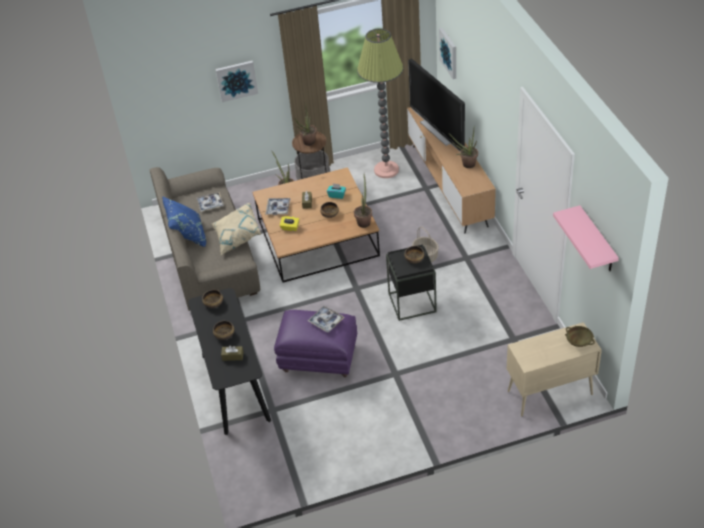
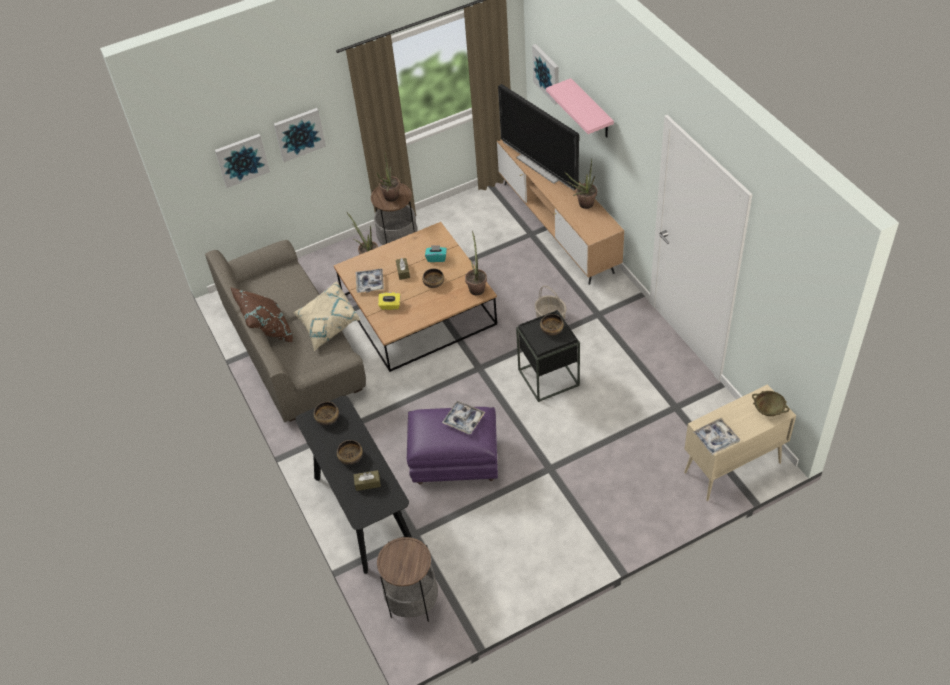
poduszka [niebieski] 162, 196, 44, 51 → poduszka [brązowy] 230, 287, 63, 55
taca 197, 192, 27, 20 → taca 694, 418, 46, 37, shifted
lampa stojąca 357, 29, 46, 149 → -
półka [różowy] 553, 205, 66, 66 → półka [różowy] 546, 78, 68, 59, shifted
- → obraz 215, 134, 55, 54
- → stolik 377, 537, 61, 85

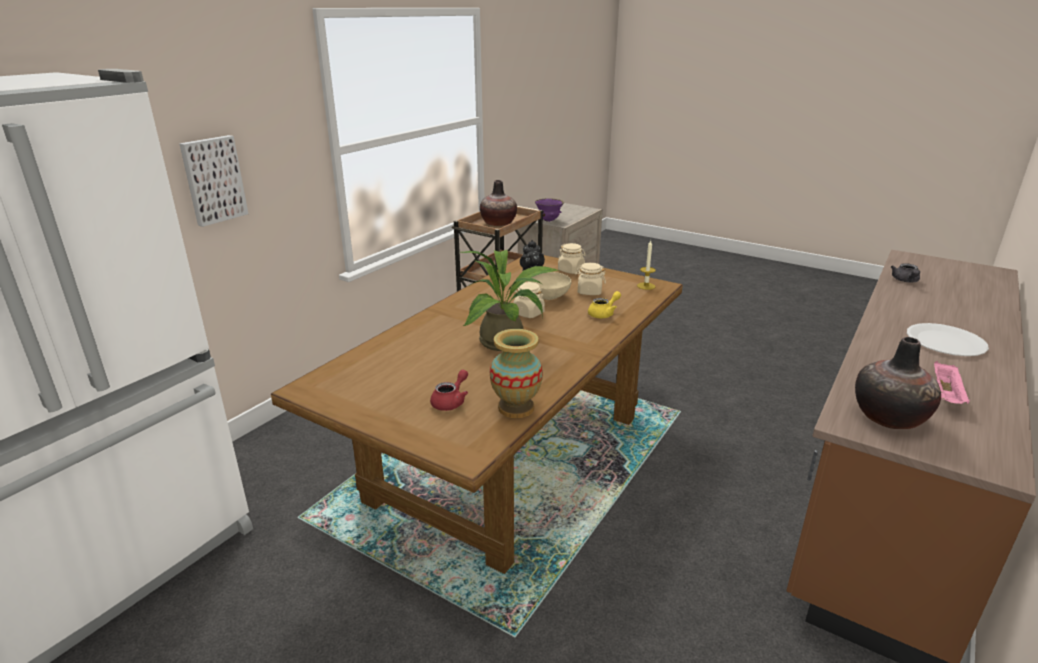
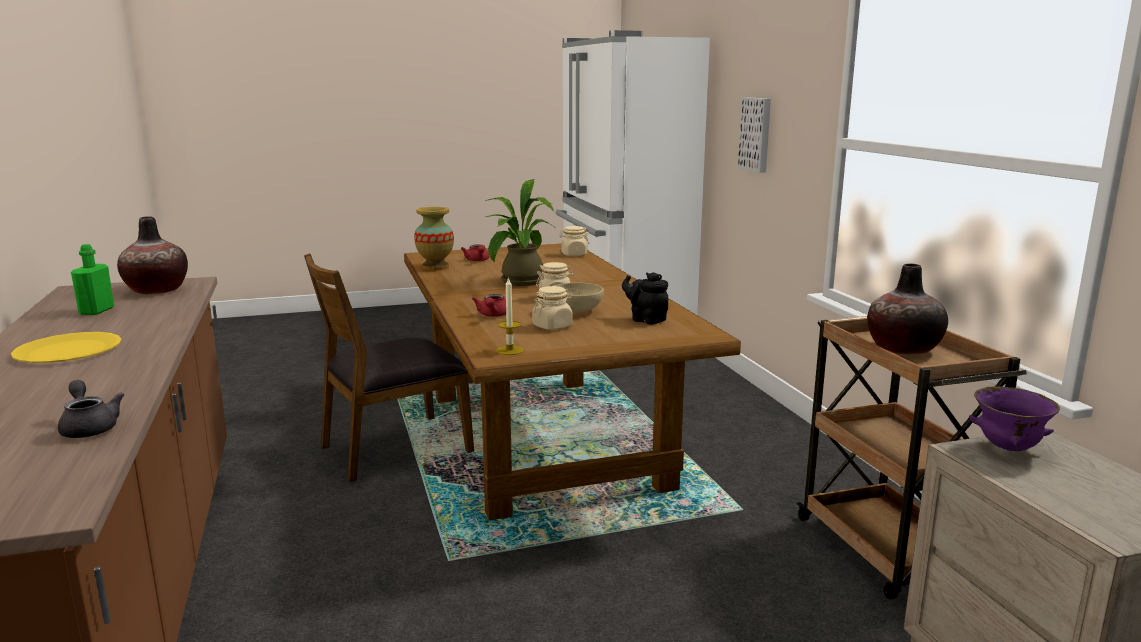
słoik [beżowy] 558, 243, 28, 31 → słoik [beżowy] 559, 226, 30, 30, shifted
imbryk [żółty] 588, 291, 33, 27 → imbryk [czerwony] 472, 294, 34, 23
talerz [biały] 907, 323, 82, 33 → talerz [żółty] 11, 332, 110, 31
taca [różowy] 934, 361, 36, 43 → butelka [zielony] 71, 244, 43, 71
- → krzesło [brązowy] 304, 254, 170, 228

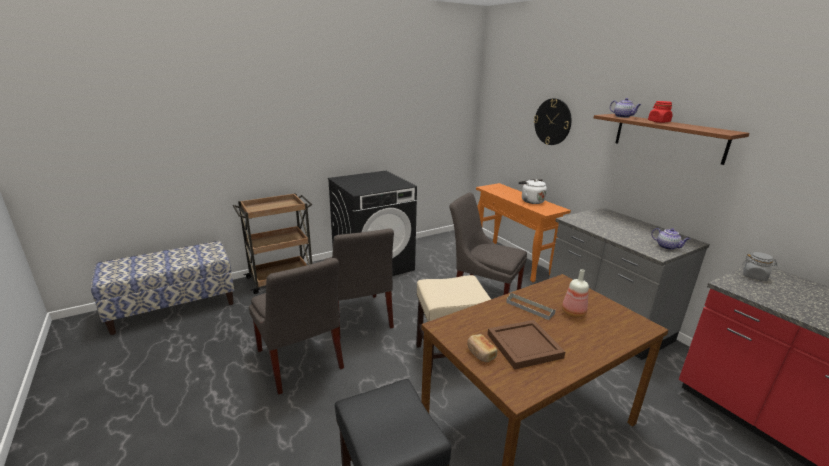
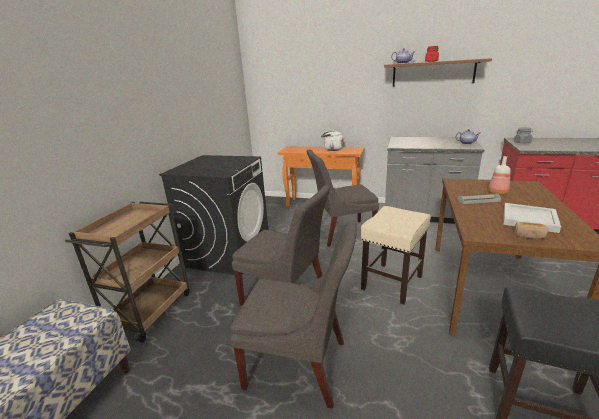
taca [brązowy] 488, 320, 77, 50 → taca [biały] 503, 203, 58, 30
zegar ścienny 534, 98, 37, 47 → -

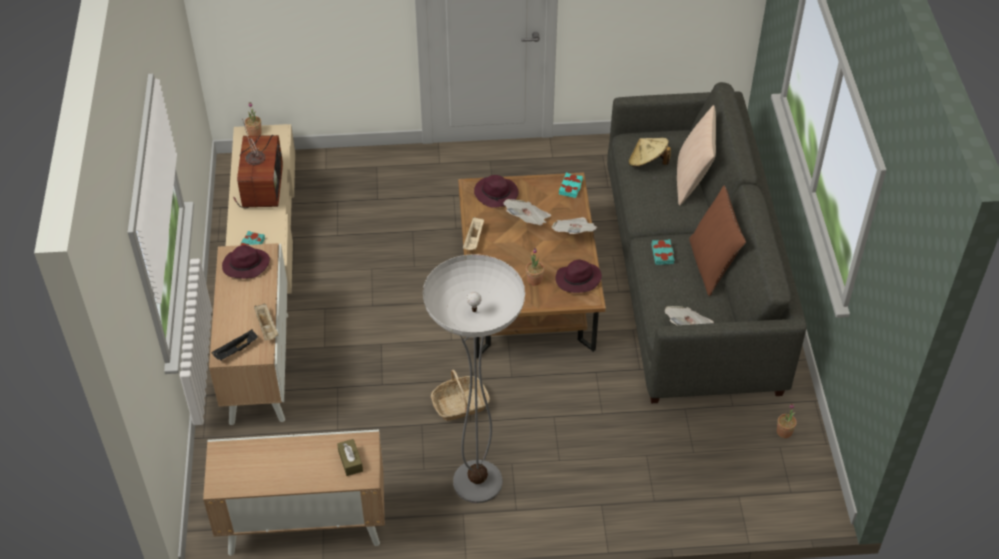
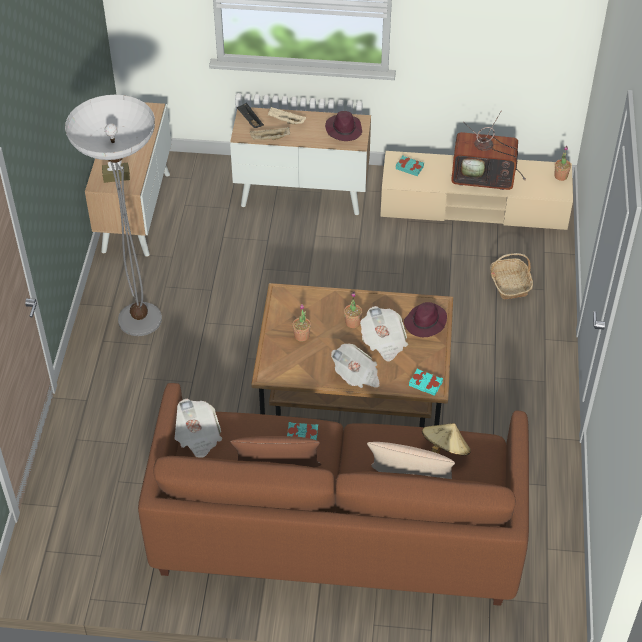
koszyk 431, 369, 59, 52 → koszyk 490, 253, 43, 47, shifted
taca [beżowy] 463, 217, 21, 33 → taca [beżowy] 268, 107, 38, 17, shifted
kapelusz [fioletowy] 555, 260, 47, 33 → -
kanapa [szary] 607, 82, 200, 321 → kanapa [brązowy] 138, 383, 391, 223
roślina doniczkowa 777, 404, 20, 34 → roślina doniczkowa 344, 292, 18, 36, shifted

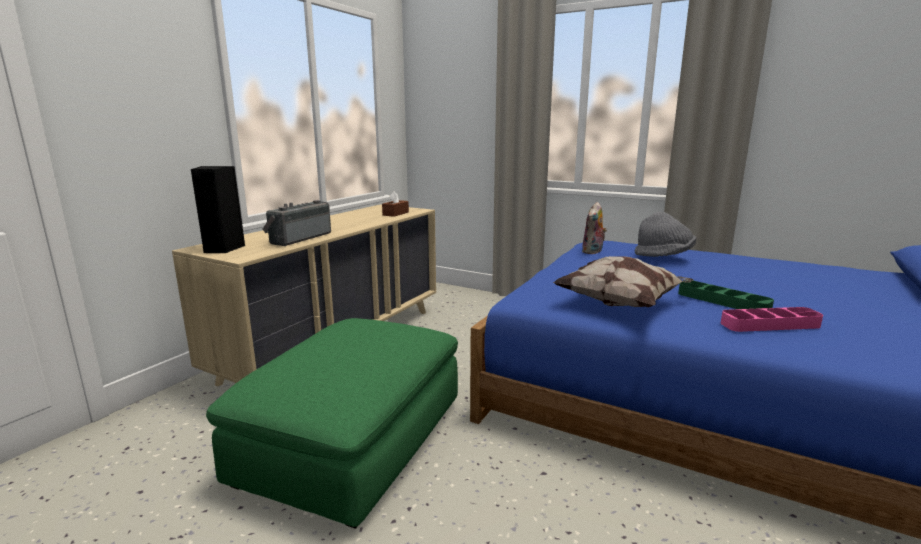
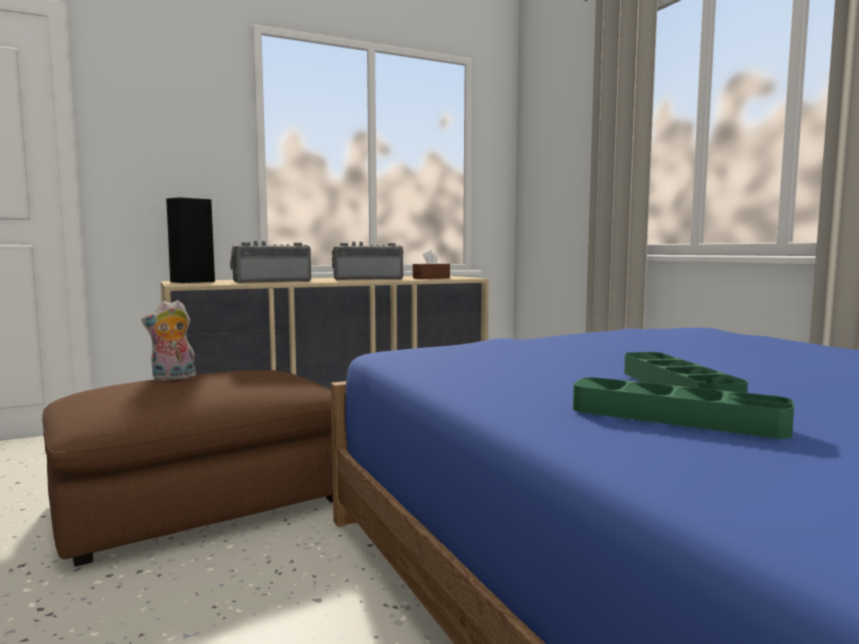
pufa [zielony] 206, 318, 252, 211 → pufa [brązowy] 42, 370, 291, 196
poduszka 553, 256, 140, 51 → -
pluszak 582, 202, 25, 52 → pluszak 141, 300, 55, 81, shifted
kapelusz [szary] 635, 212, 61, 45 → -
taca [różowy] 721, 307, 102, 25 → taca [zielony] 573, 377, 221, 62
- → radio 332, 242, 72, 38

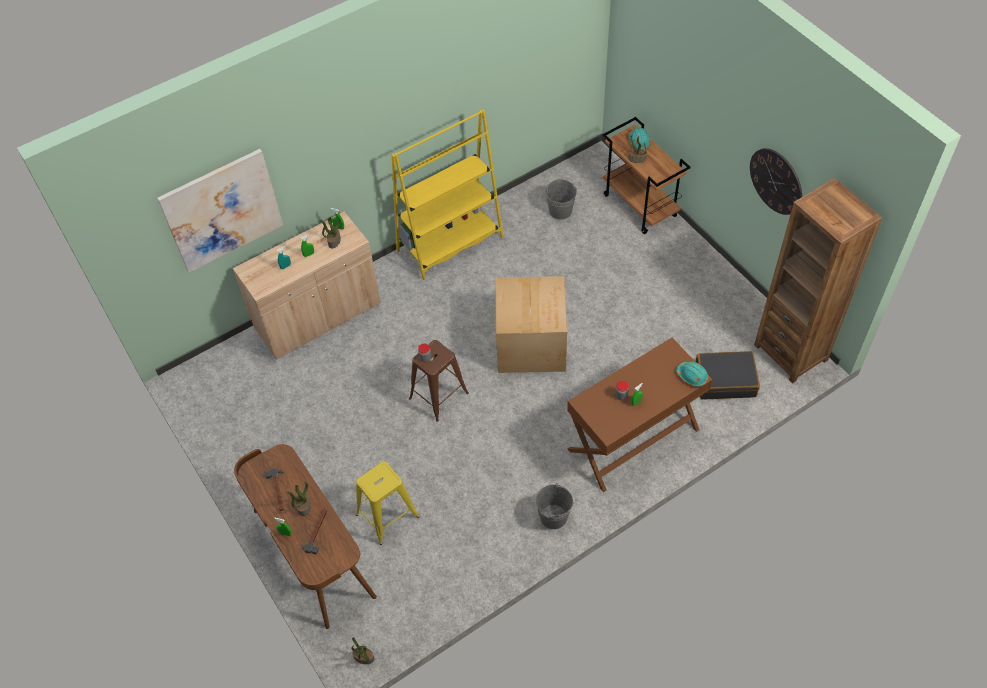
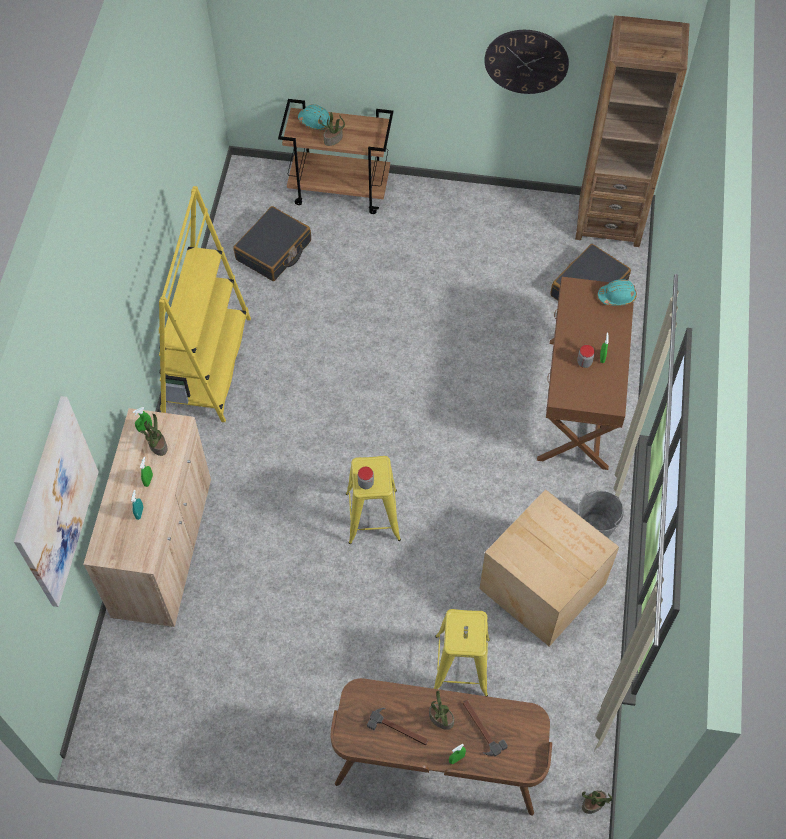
stołek [brązowy] 409, 340, 60, 82 → stołek [żółty] 346, 456, 55, 88
karton 496, 276, 71, 97 → karton 480, 489, 139, 157, shifted
wiadro [szary] 545, 179, 32, 40 → walizka [czarny] 233, 206, 78, 75

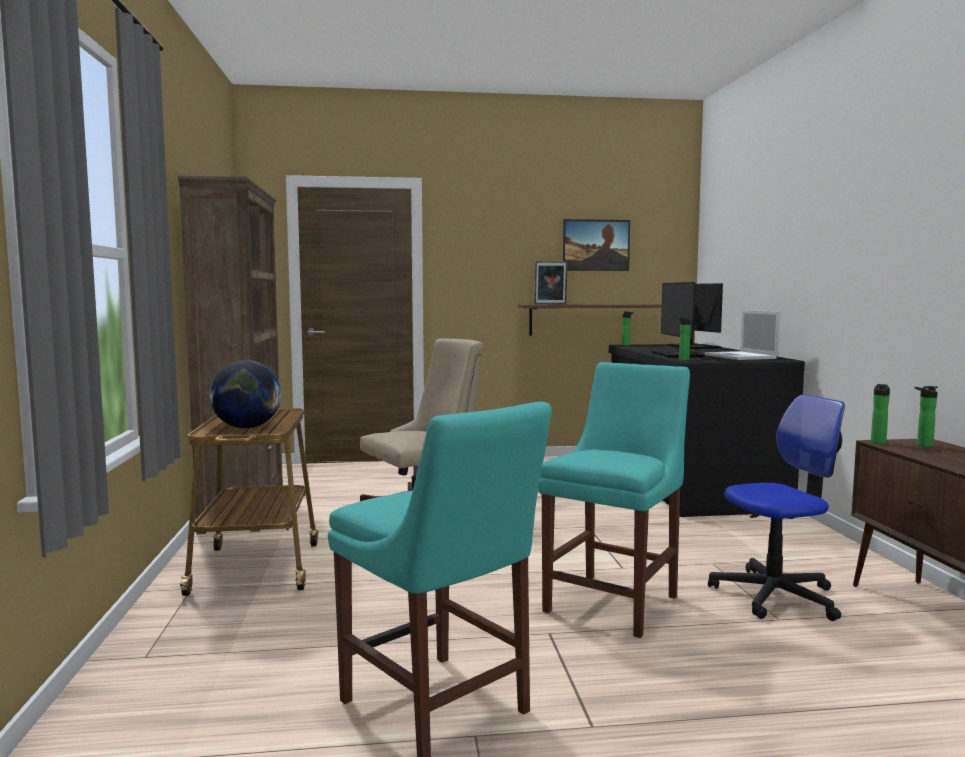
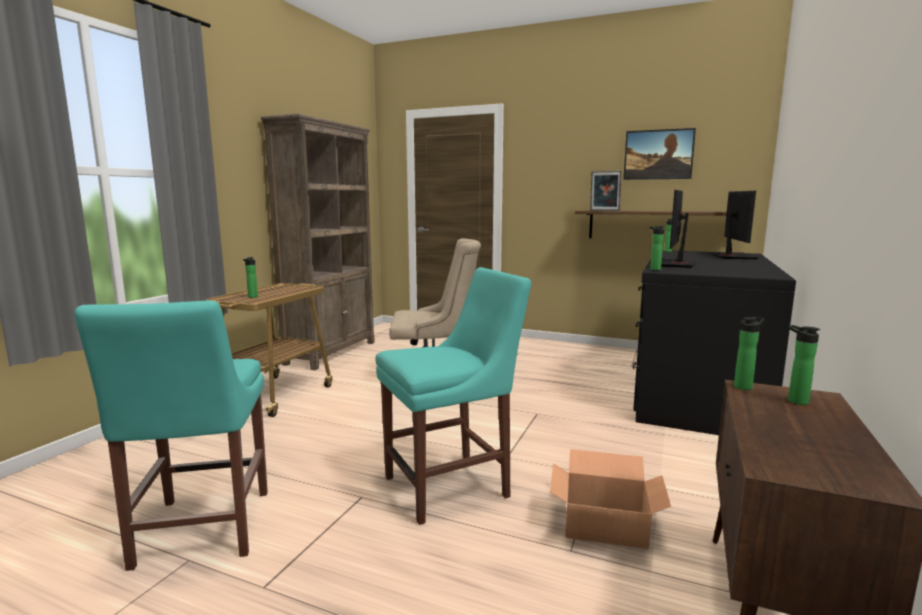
globus 209, 360, 72, 68 → butelka 243, 257, 15, 41
laptop 704, 310, 77, 50 → -
krzesło biurowe 708, 394, 137, 227 → karton 550, 449, 121, 100

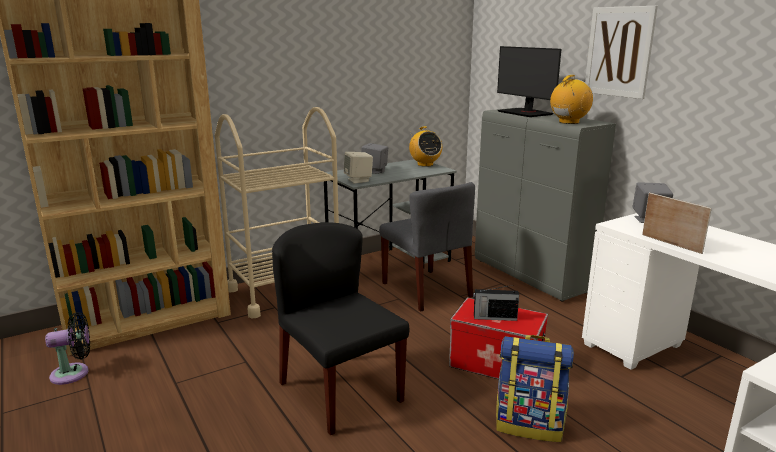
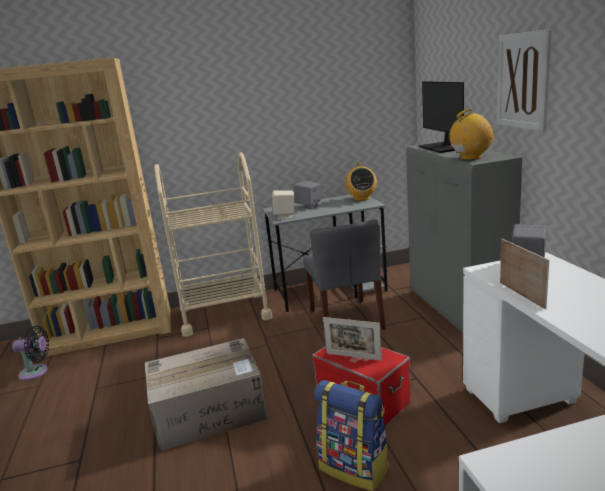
krzesło [czarny] 272, 222, 137, 213 → karton 145, 338, 123, 113
radio 473, 285, 46, 36 → ramka na zdjęcie 323, 317, 59, 44

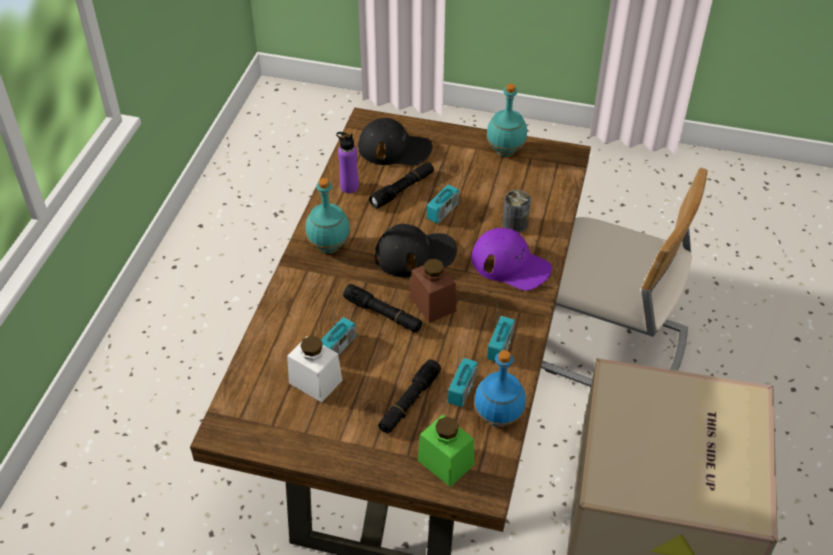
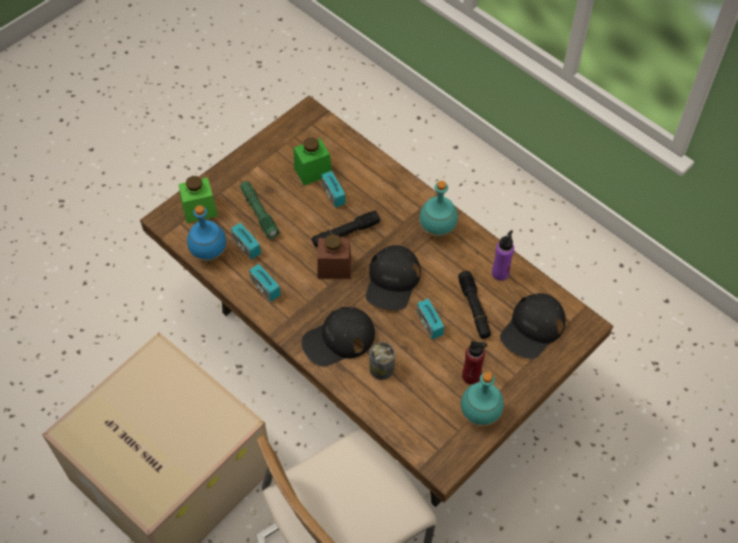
słoik [biały] 287, 336, 55, 66 → słoik [zielony] 294, 137, 38, 48
latarka [czarny] 378, 359, 63, 75 → latarka [zielony] 240, 181, 39, 58
czapka z daszkiem [fioletowy] 472, 228, 80, 63 → czapka z daszkiem [czarny] 301, 307, 74, 60
- → butelka [czerwony] 462, 341, 25, 44

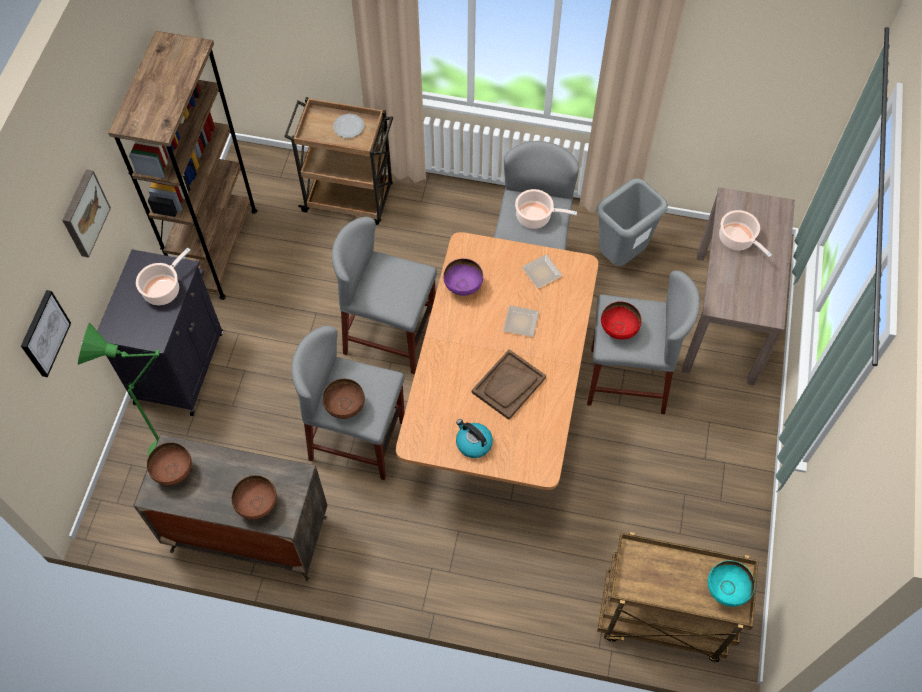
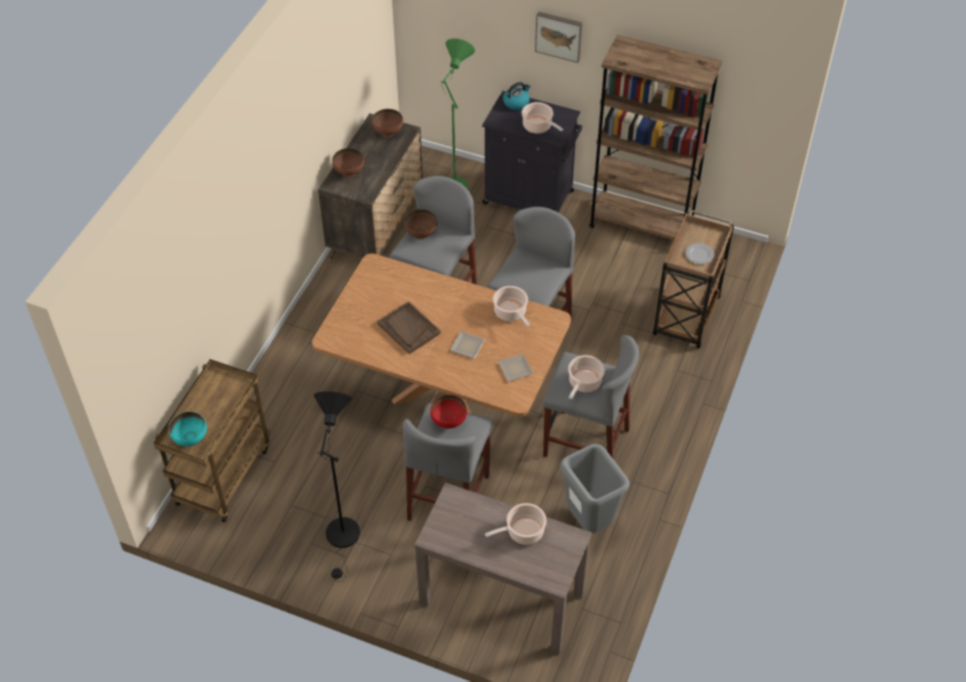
obraz 21, 290, 50, 87 → -
miska [fioletowy] 443, 258, 40, 38 → garnek 493, 286, 37, 41
czajnik 456, 419, 37, 39 → czajnik 503, 82, 28, 28, shifted
- → lampa stojąca [czarny] 314, 391, 46, 191

